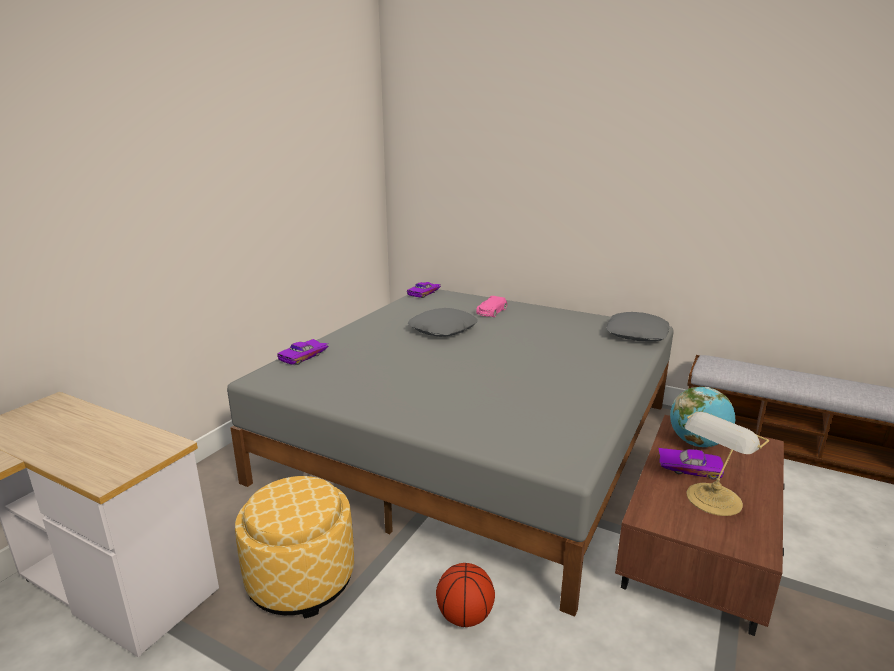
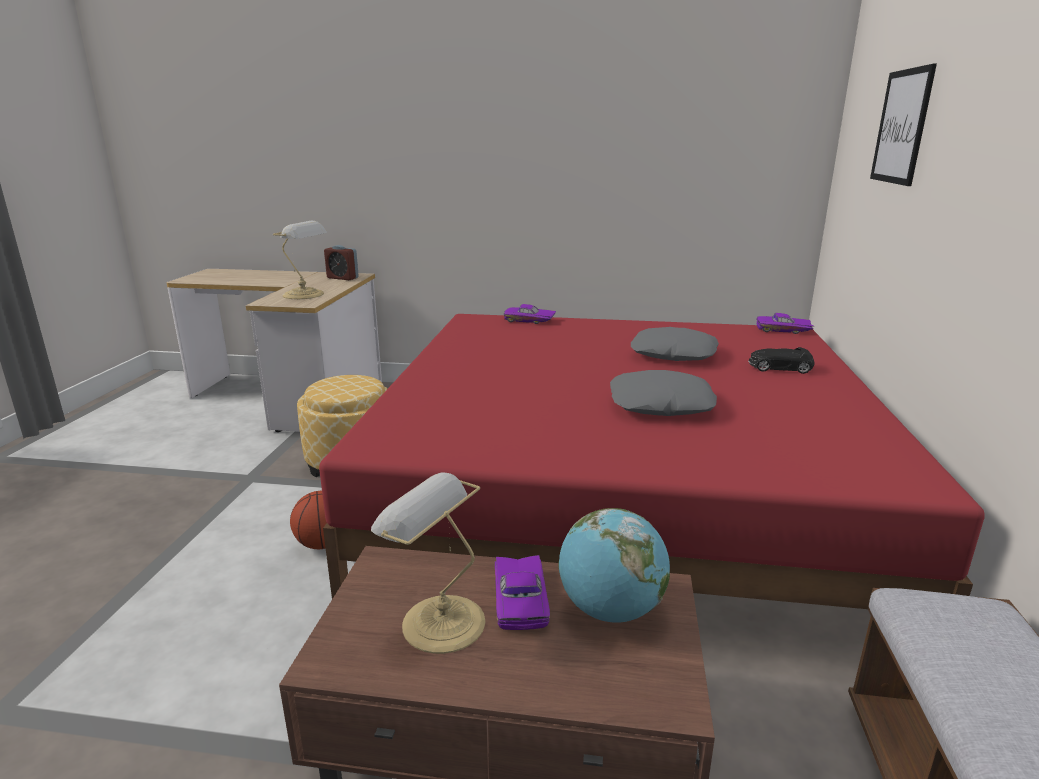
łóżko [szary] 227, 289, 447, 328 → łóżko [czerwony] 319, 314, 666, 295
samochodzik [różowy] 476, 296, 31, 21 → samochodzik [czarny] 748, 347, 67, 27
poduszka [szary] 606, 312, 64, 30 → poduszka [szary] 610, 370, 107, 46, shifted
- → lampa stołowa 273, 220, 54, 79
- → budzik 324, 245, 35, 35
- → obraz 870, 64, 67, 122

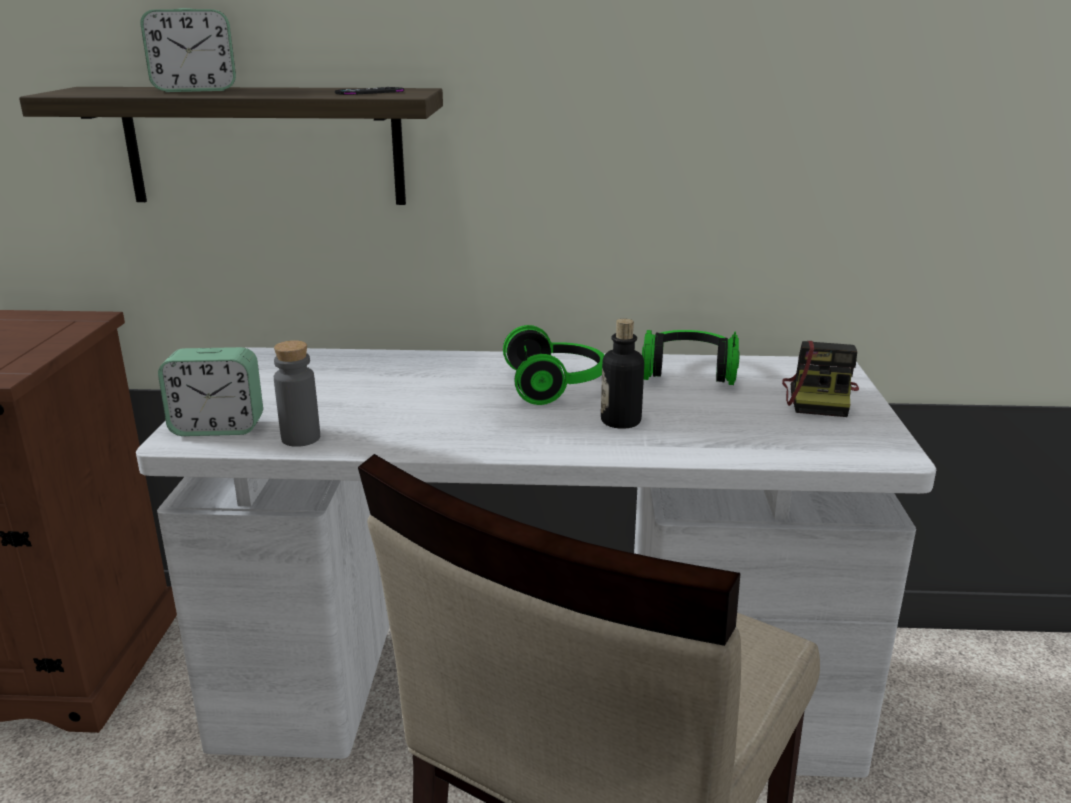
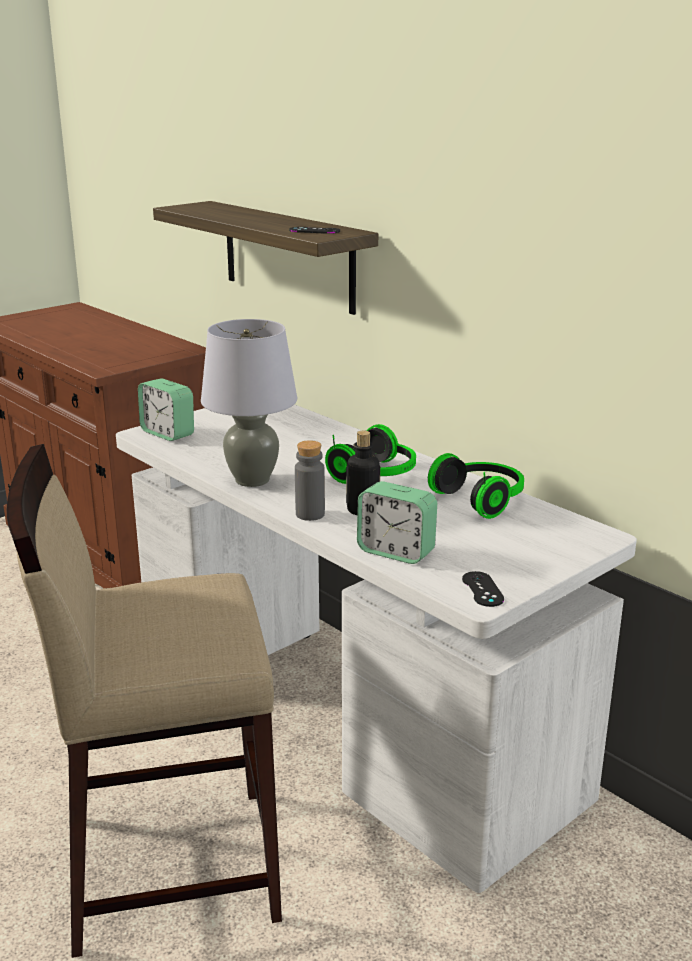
budzik 140, 8, 96, 84 → budzik 357, 481, 80, 83, shifted
butelka [szary] 274, 340, 46, 107 → butelka [szary] 295, 440, 30, 81, shifted
aparat fotograficzny 782, 341, 77, 76 → -
- → lampa stołowa [szary] 201, 319, 96, 168
- → pad do gier [czarny] 462, 571, 42, 36

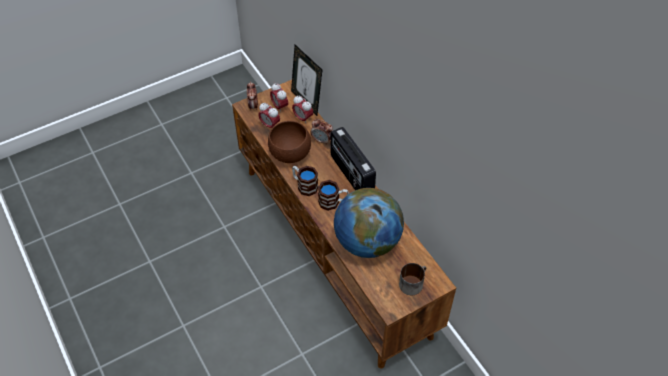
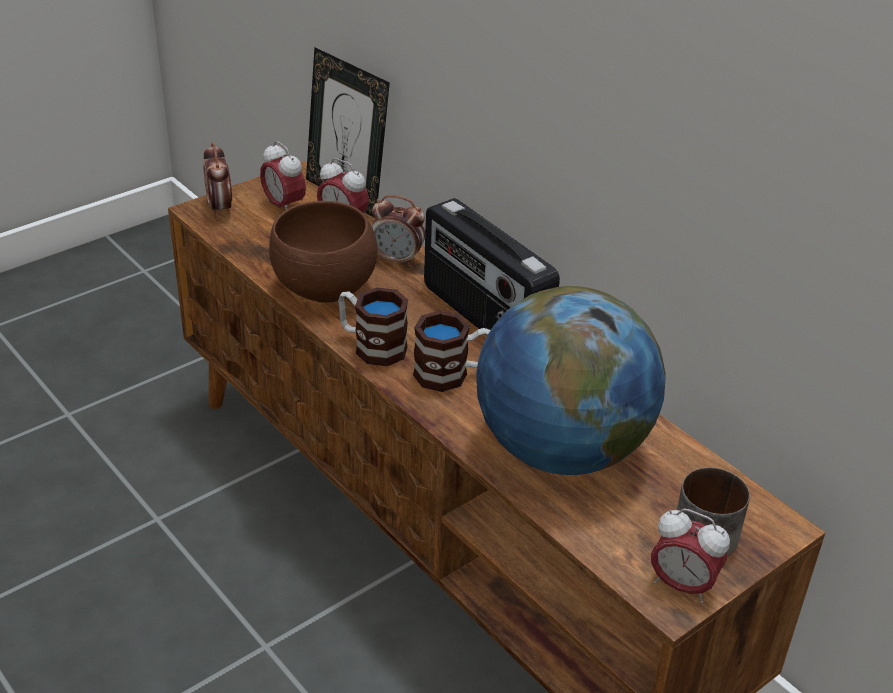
budzik 258, 103, 22, 25 → budzik 651, 508, 79, 95, shifted

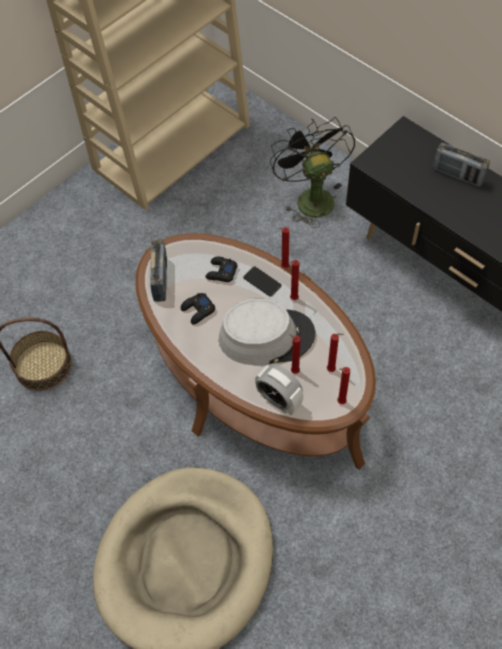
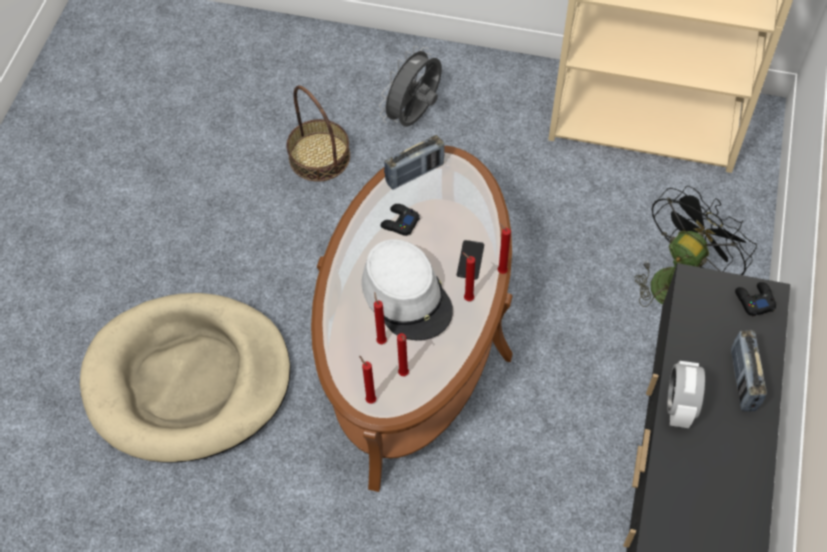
pad do gier [czarny] 205, 257, 33, 25 → pad do gier [czarny] 735, 282, 41, 35, shifted
budzik 255, 364, 48, 52 → budzik 667, 361, 38, 67, shifted
- → wentylator [szary] 379, 46, 63, 81

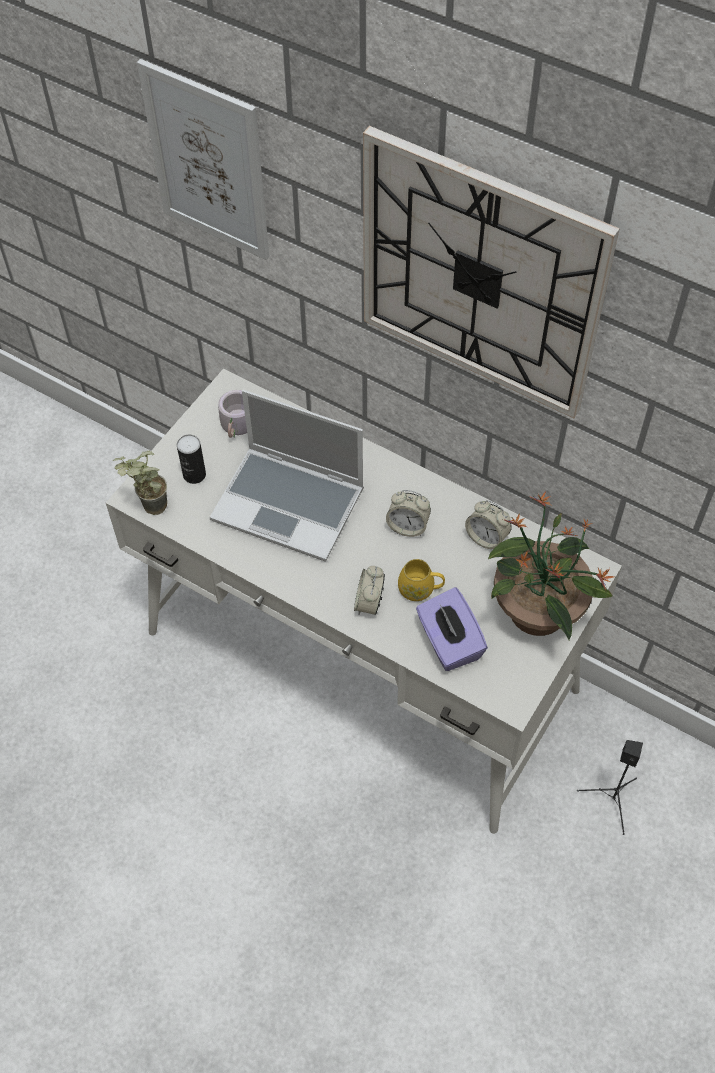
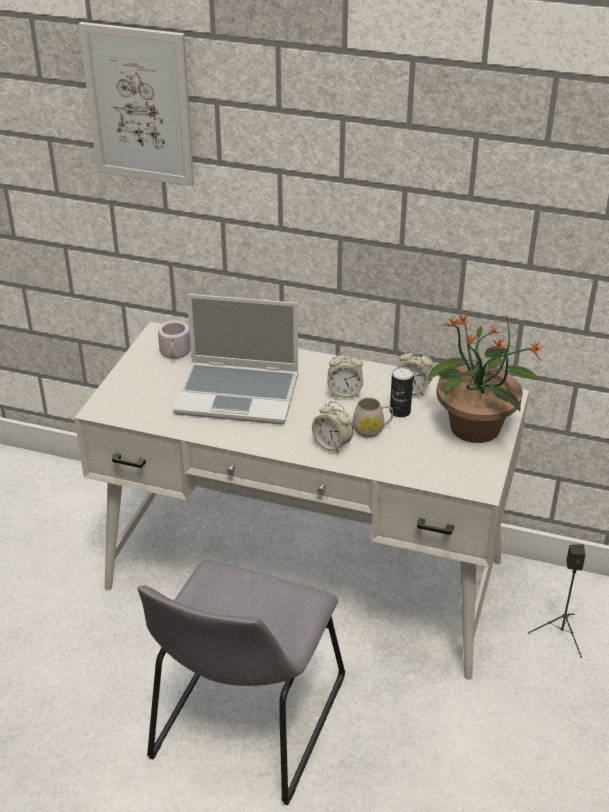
roślina doniczkowa 113, 451, 54, 64 → -
puszka 177, 434, 29, 50 → puszka 390, 367, 23, 50, shifted
budzik 354, 566, 31, 49 → budzik 312, 401, 41, 53, 45 degrees counterclockwise
zegar ścienny 363, 126, 257, 292 → -
kubek [żółty] 398, 559, 47, 42 → kubek [biały] 352, 397, 41, 41
pudełko chusteczek [fioletowy] 416, 587, 72, 84 → -
- → krzesło [szary] 137, 560, 208, 245

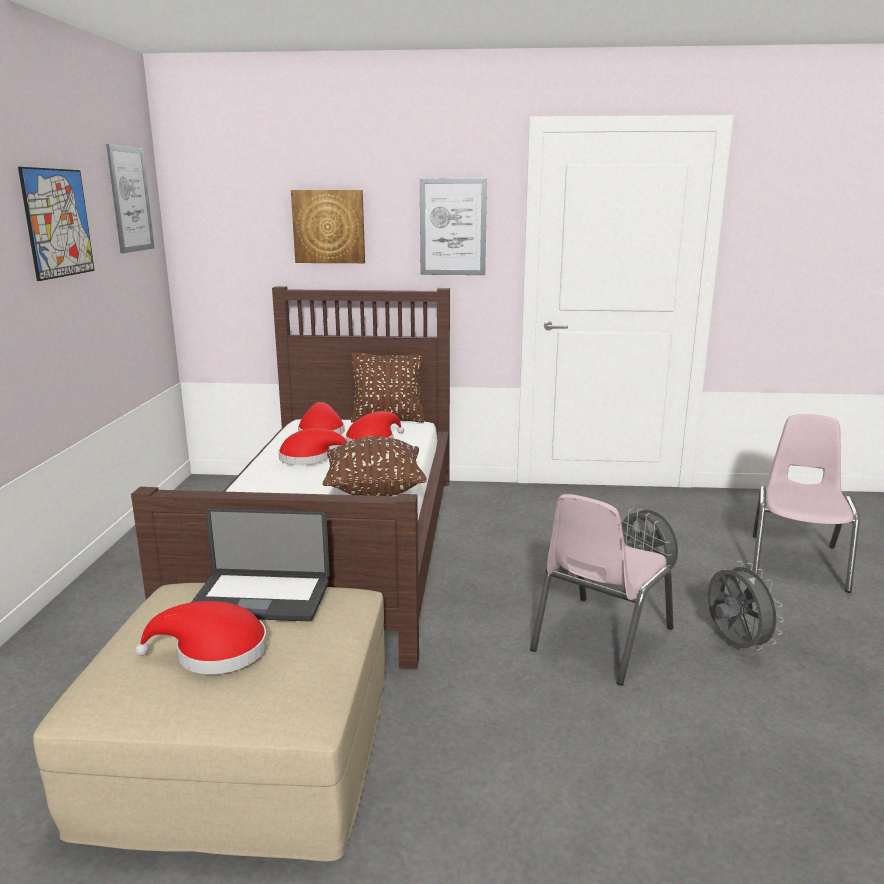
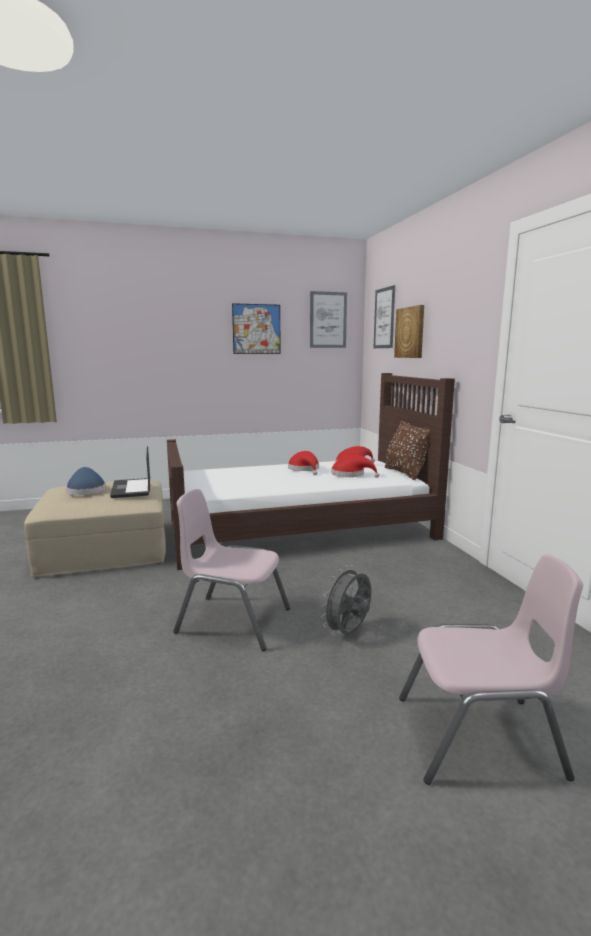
kapelusz [czerwony] 135, 601, 132, 73 → kapelusz [niebieski] 66, 467, 40, 28
poduszka [brązowy] 323, 436, 104, 60 → -
obraz 420, 178, 67, 97 → obraz 374, 285, 21, 63, shifted
wentylator [szary] 707, 561, 77, 90 → -

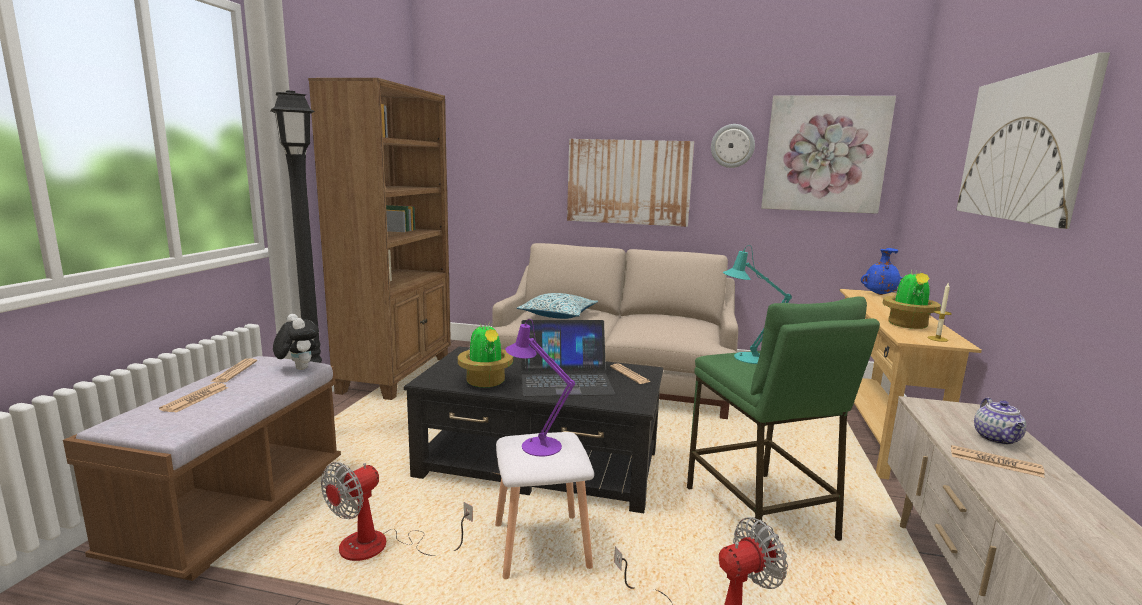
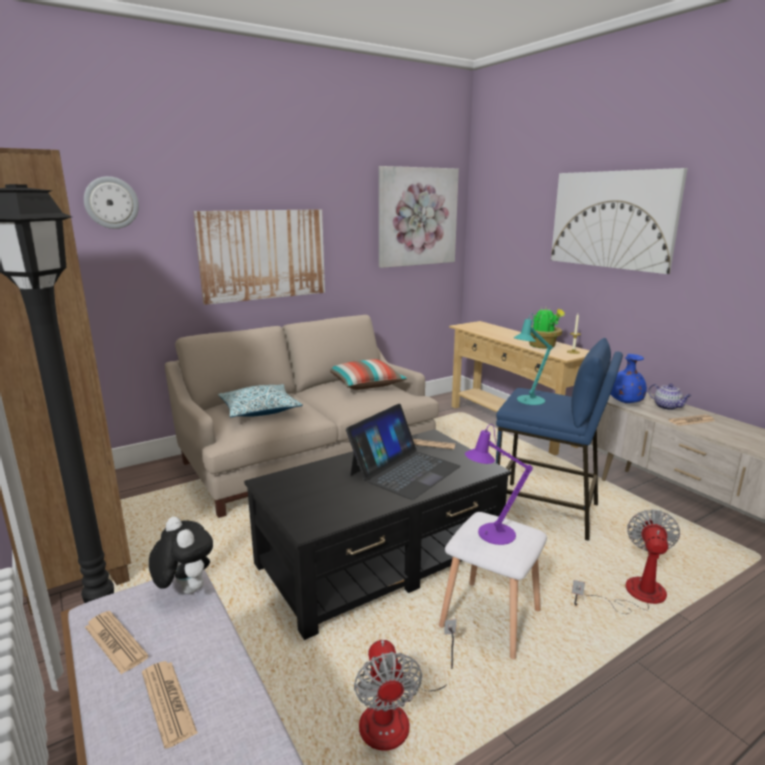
pluszak 273, 314, 46, 56 → pluszak 149, 517, 64, 77, 45 degrees clockwise
roślina doniczkowa 458, 321, 55, 66 → -
stołek [zielony] 687, 297, 193, 245 → stołek [niebieski] 496, 338, 127, 203
zegar ścienny 711, 124, 44, 44 → zegar ścienny 84, 176, 55, 53, shifted
wazon [niebieski] 861, 248, 41, 47 → wazon [niebieski] 610, 354, 37, 50, shifted
- → poduszka 330, 359, 78, 31

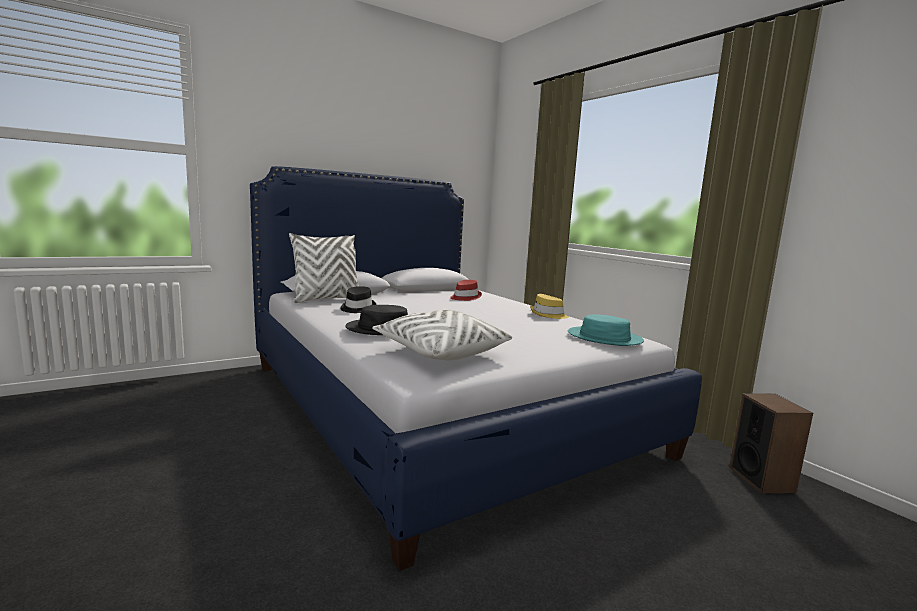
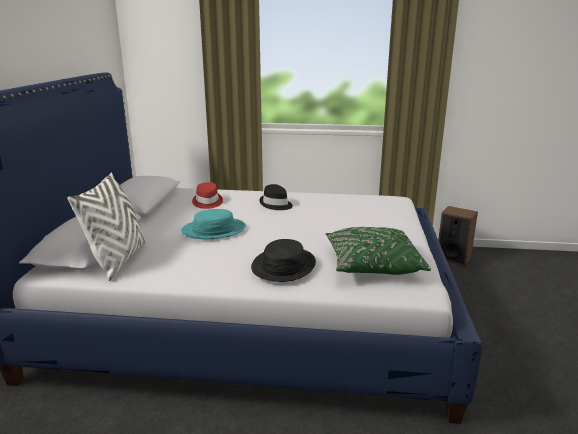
kapelusz [czarny] 340, 286, 37, 27 → kapelusz [czarny] 260, 184, 33, 26, shifted
poduszka [biały] 372, 310, 140, 50 → poduszka [zielony] 326, 227, 105, 48
kapelusz [żółty] 530, 294, 39, 25 → -
kapelusz [turkusowy] 568, 314, 76, 32 → kapelusz [turkusowy] 182, 209, 64, 30, shifted

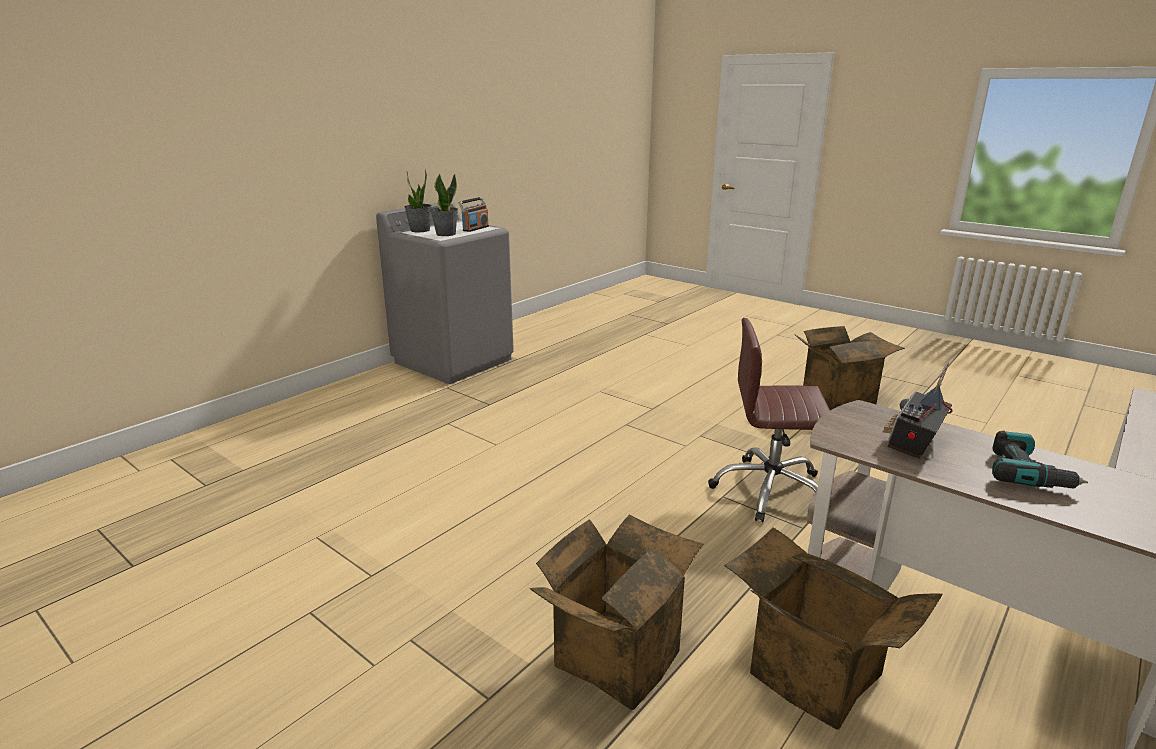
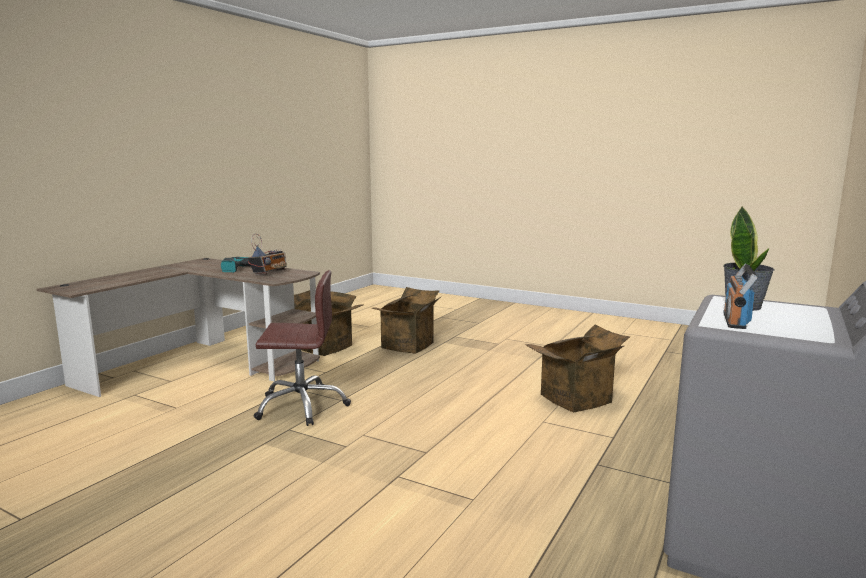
roślina doniczkowa 405, 169, 26, 63 → -
karton 794, 326, 111, 84 → karton 525, 325, 105, 88, shifted

